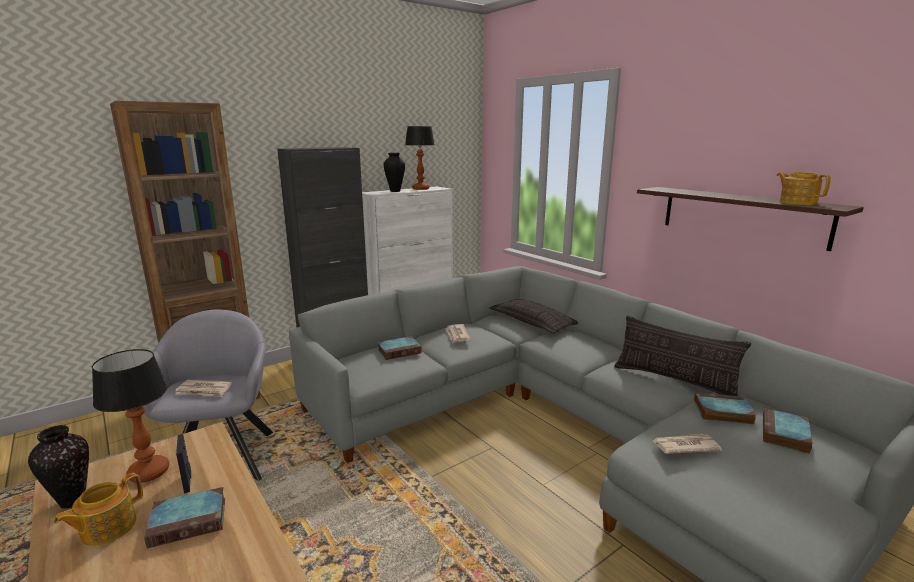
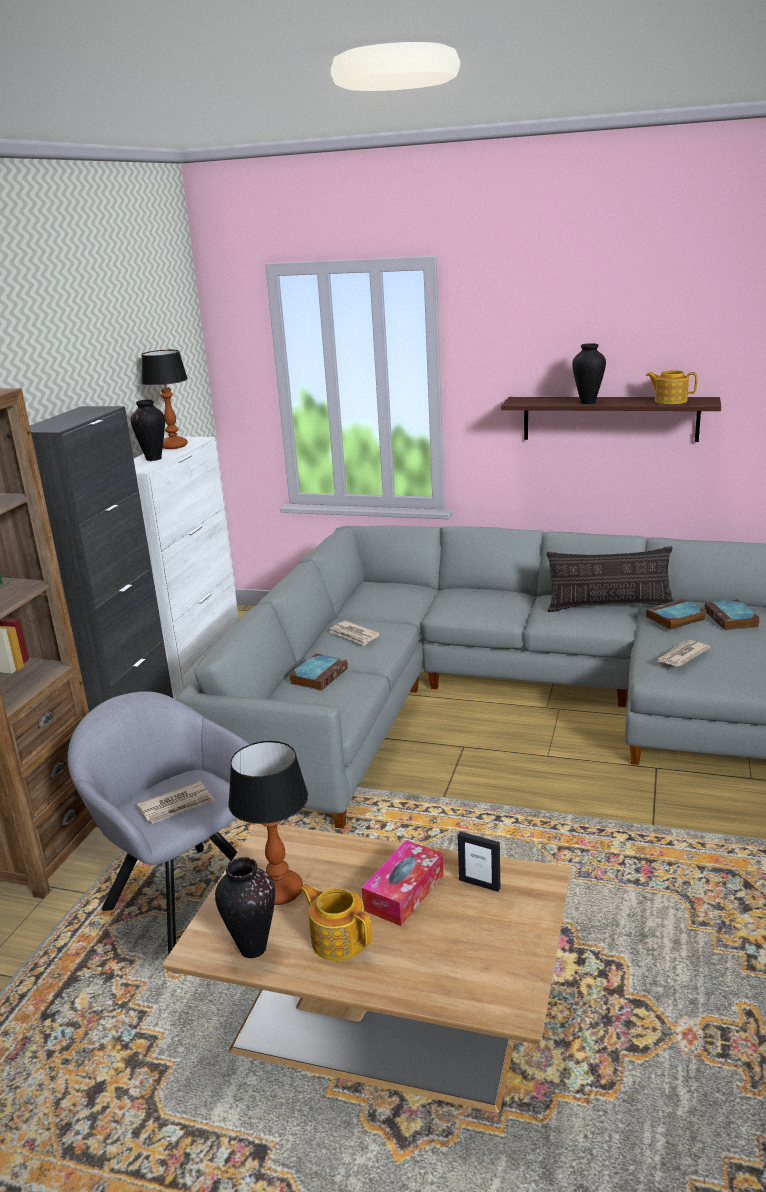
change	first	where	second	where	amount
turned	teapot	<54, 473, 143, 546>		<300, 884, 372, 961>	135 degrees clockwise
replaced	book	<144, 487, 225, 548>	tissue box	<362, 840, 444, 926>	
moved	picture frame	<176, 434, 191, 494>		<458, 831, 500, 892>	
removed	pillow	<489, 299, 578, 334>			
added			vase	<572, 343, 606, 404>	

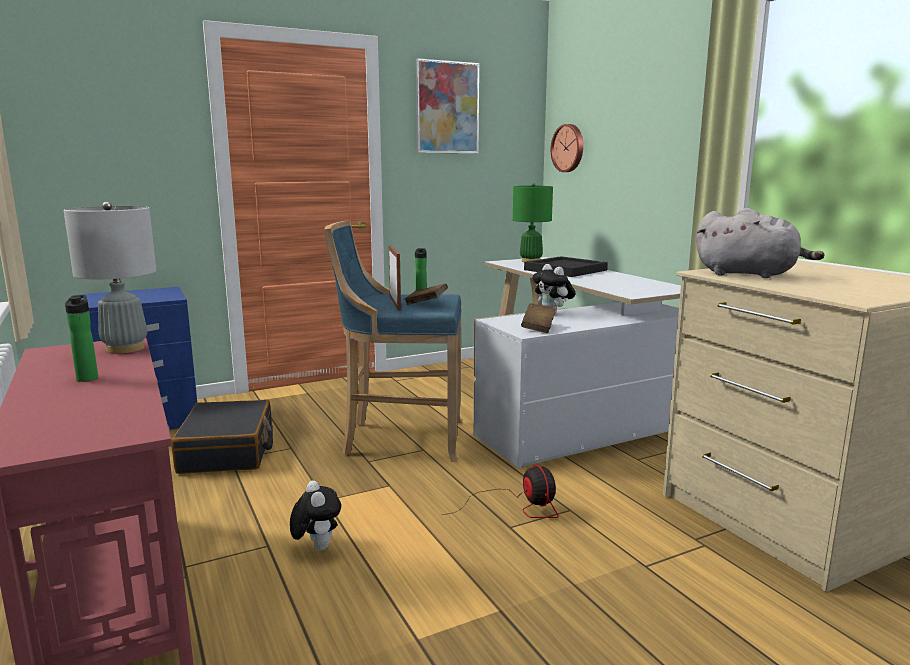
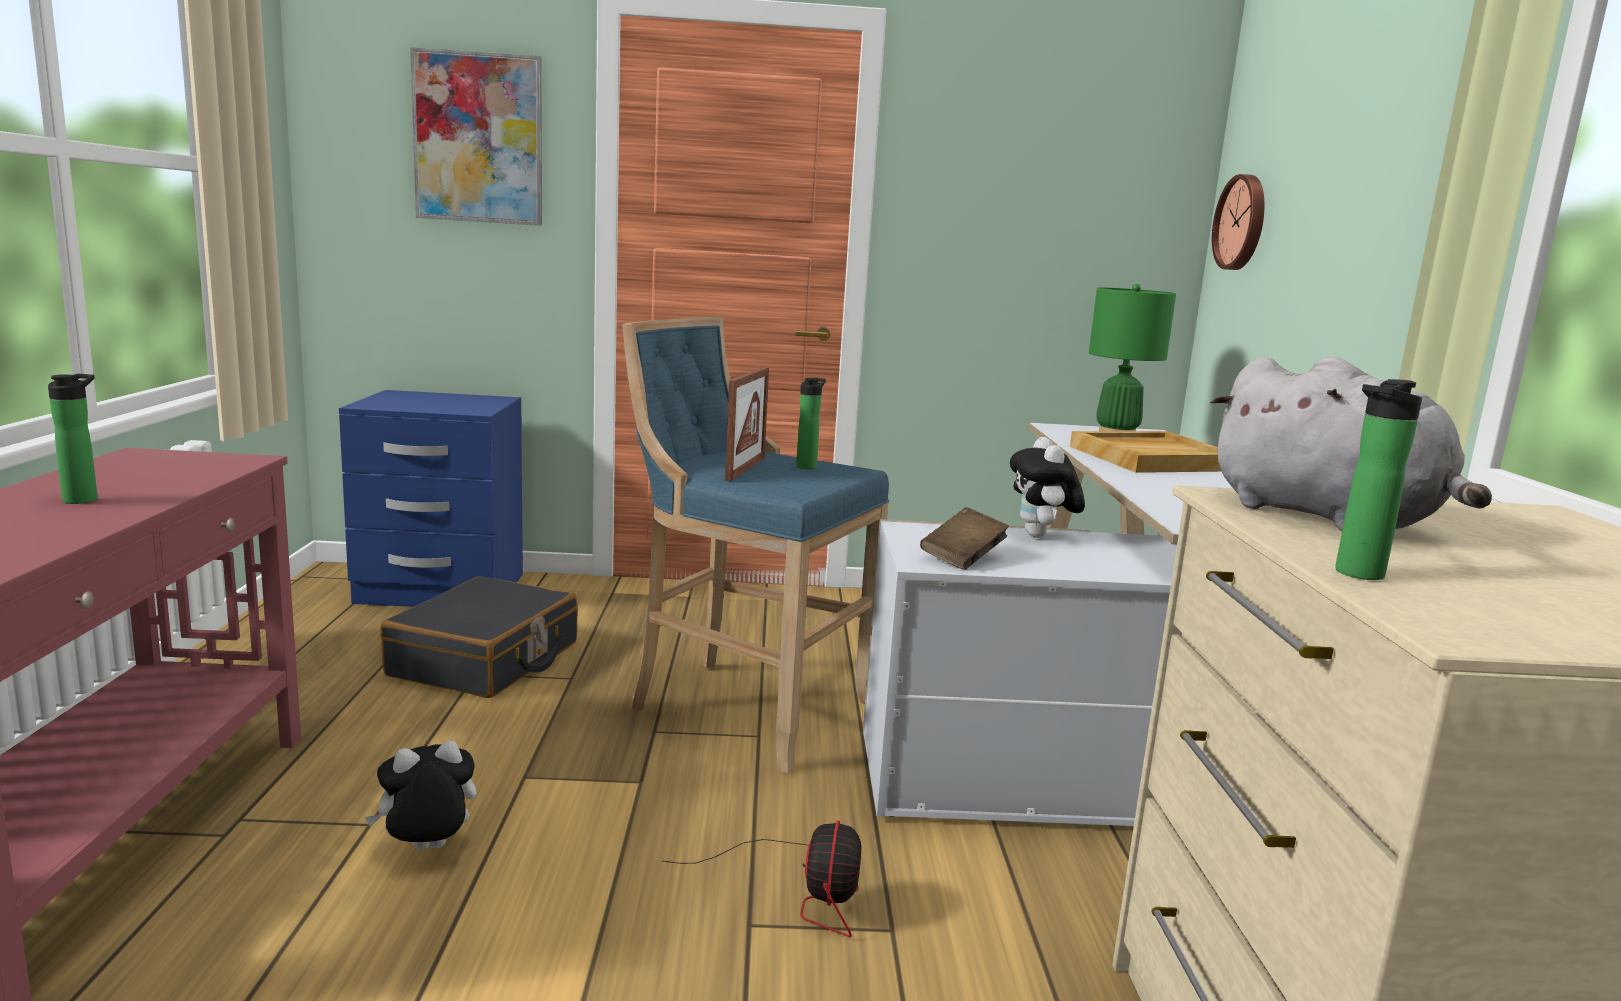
change	first	where	second	where	amount
removed	grey table lamp	<64, 202, 156, 354>			
turned	plush toy	<290, 480, 341, 551>		<365, 740, 477, 850>	120 degrees counterclockwise
removed	brown book	<404, 283, 448, 305>			
moved	picture	<416, 58, 479, 153>		<410, 47, 542, 226>	
recoloured	black tray	<524, 256, 608, 277>	beige tray	<1070, 431, 1222, 473>	
added			bottle	<1335, 379, 1422, 580>	

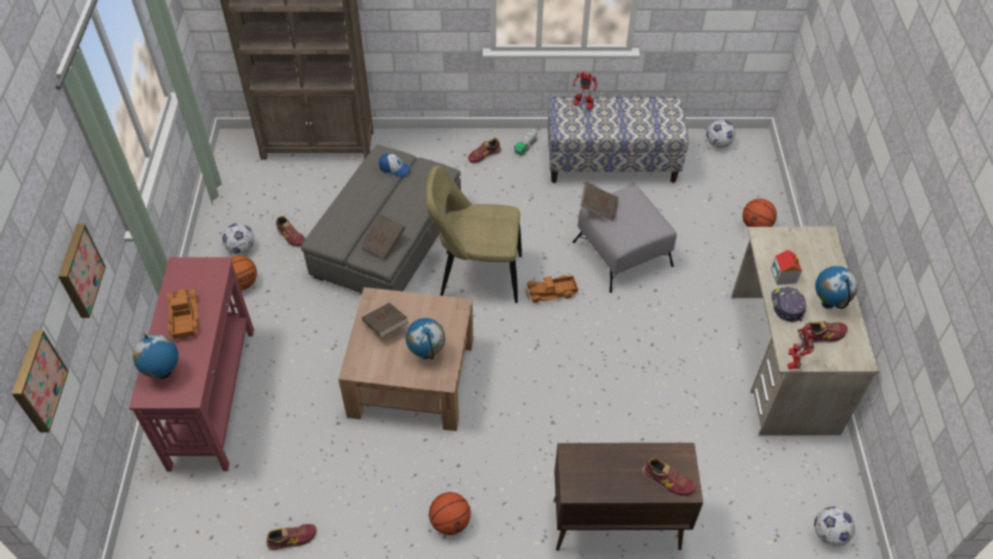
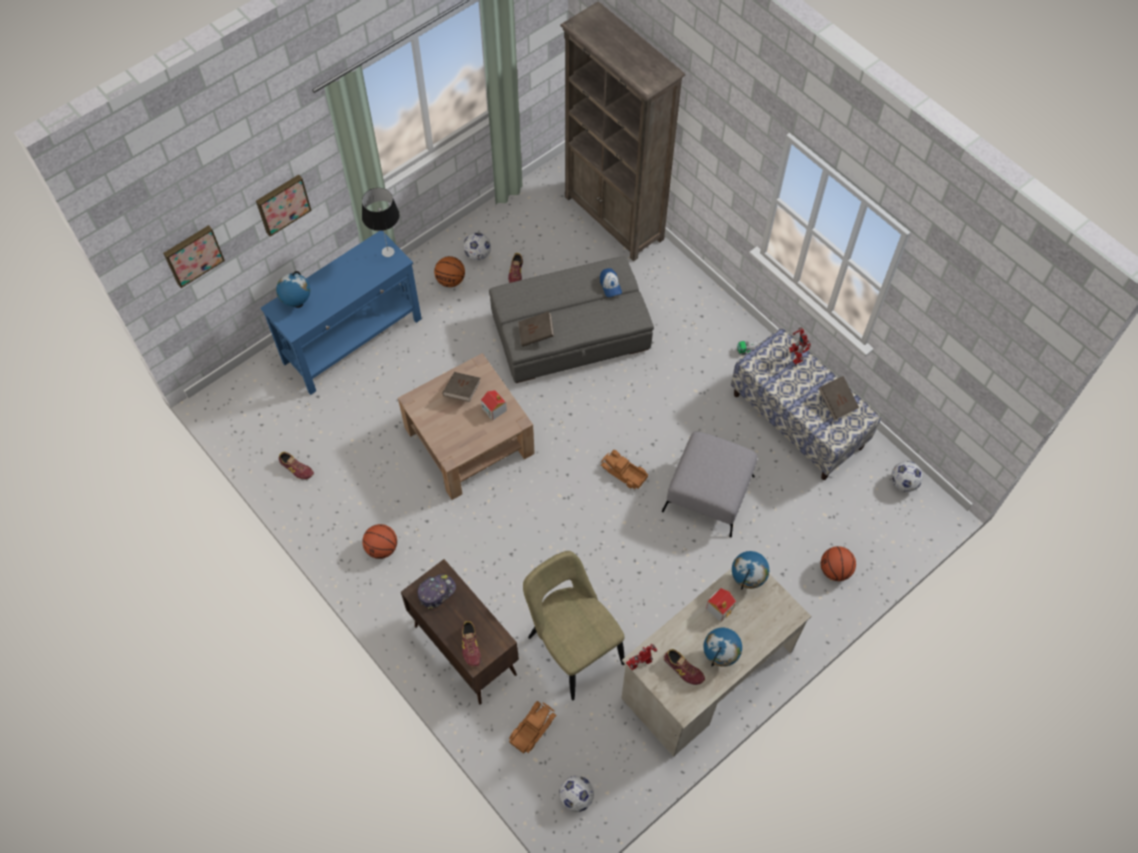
change	first	where	second	where	amount
recoloured	red console table	<129, 257, 254, 471>	blue console table	<261, 231, 422, 395>	
moved	toy truck	<167, 289, 199, 339>		<509, 701, 557, 754>	
moved	globe	<406, 318, 445, 359>		<732, 551, 769, 590>	
moved	beige chair	<425, 166, 522, 303>		<523, 551, 625, 700>	
removed	shoe	<468, 138, 501, 164>			
moved	brown book	<580, 183, 619, 221>		<819, 376, 859, 420>	
moved	cap	<771, 287, 806, 323>		<417, 574, 456, 610>	
added			table lamp	<362, 188, 400, 257>	
added			toy house	<481, 390, 507, 421>	

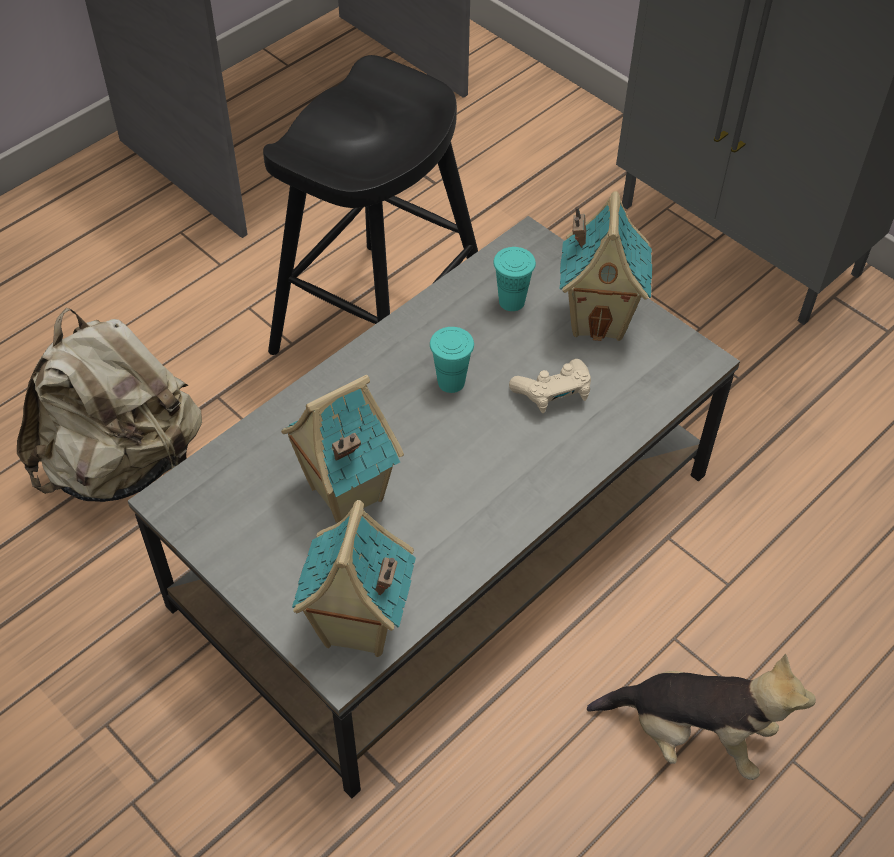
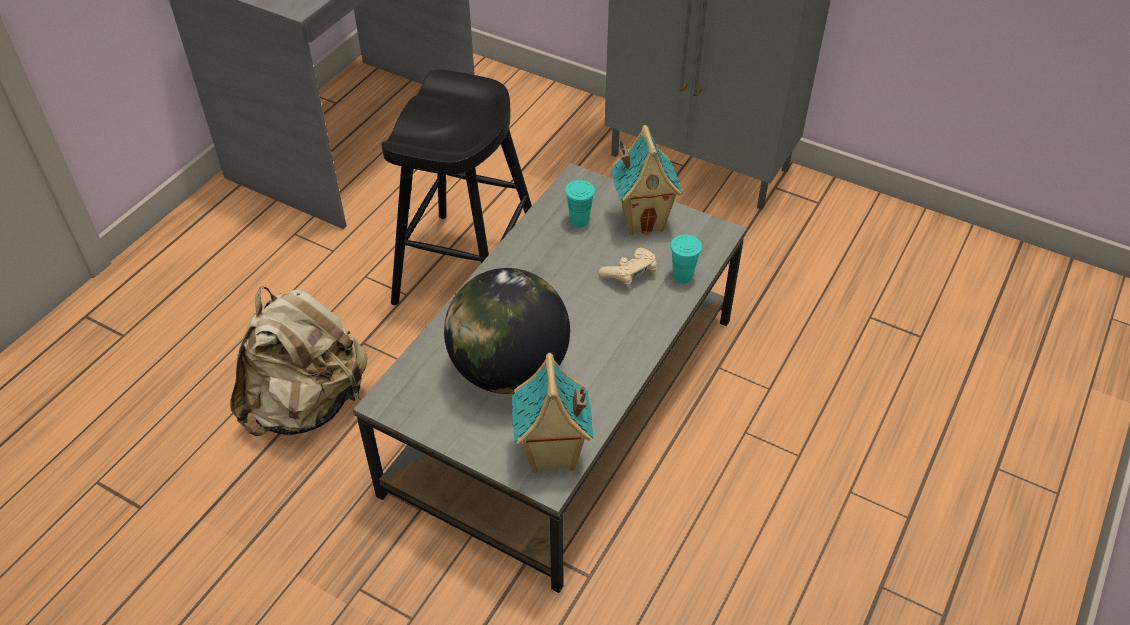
change	first	where	second	where	amount
replaced	toy house	<281, 375, 404, 523>	globe	<444, 268, 570, 394>	
moved	turquoise cup	<430, 327, 474, 393>		<670, 235, 702, 283>	
removed	plush toy	<587, 654, 816, 780>			

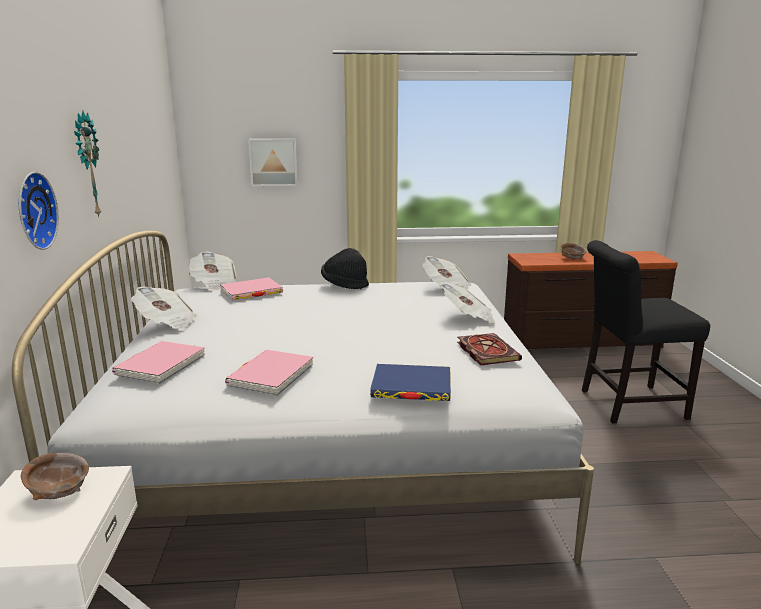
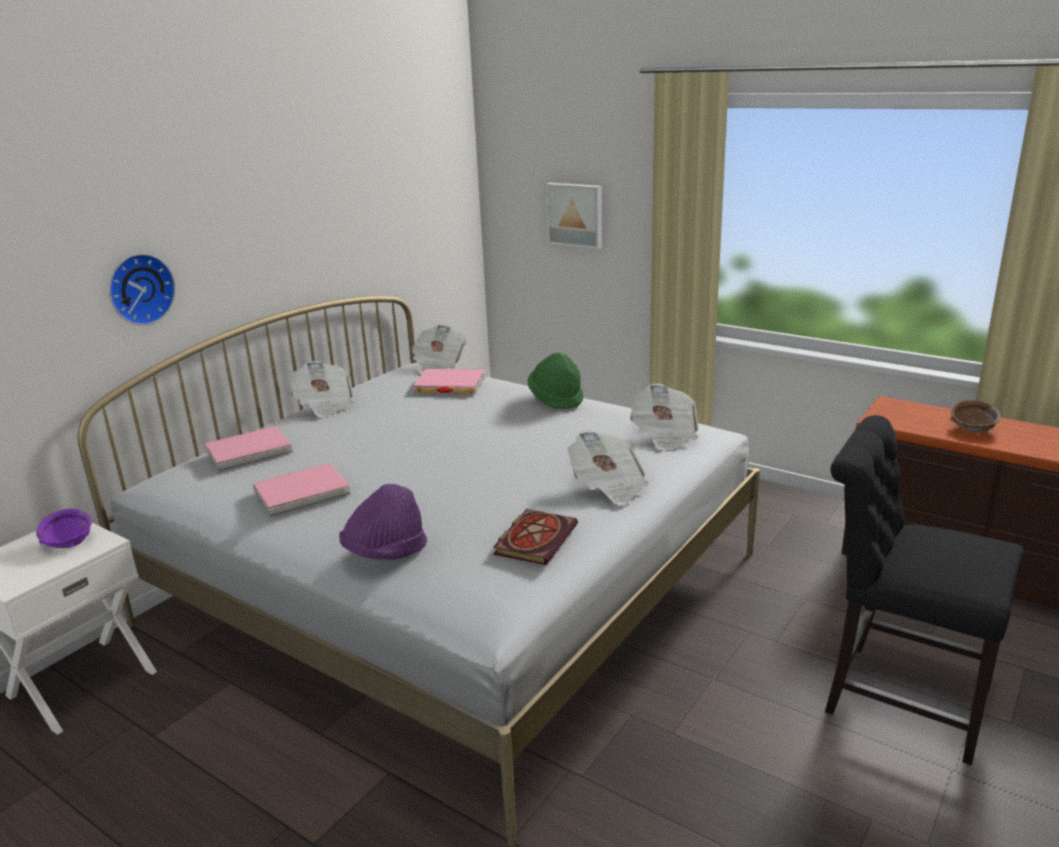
change	first	where	second	where	amount
recoloured	brown bowl	<21, 453, 89, 500>	purple bowl	<36, 509, 92, 548>	
removed	wall clock	<74, 111, 101, 217>			
recoloured	black hat	<321, 248, 369, 289>	green hat	<528, 353, 583, 409>	
replaced	blue book	<370, 364, 451, 401>	purple hat	<339, 484, 427, 560>	

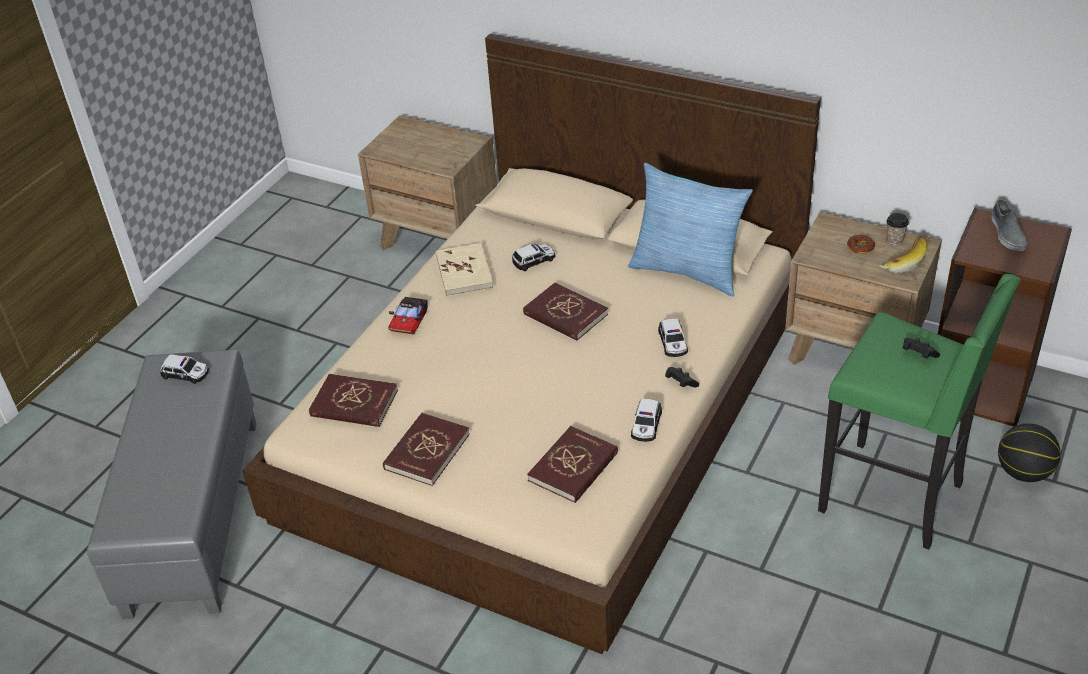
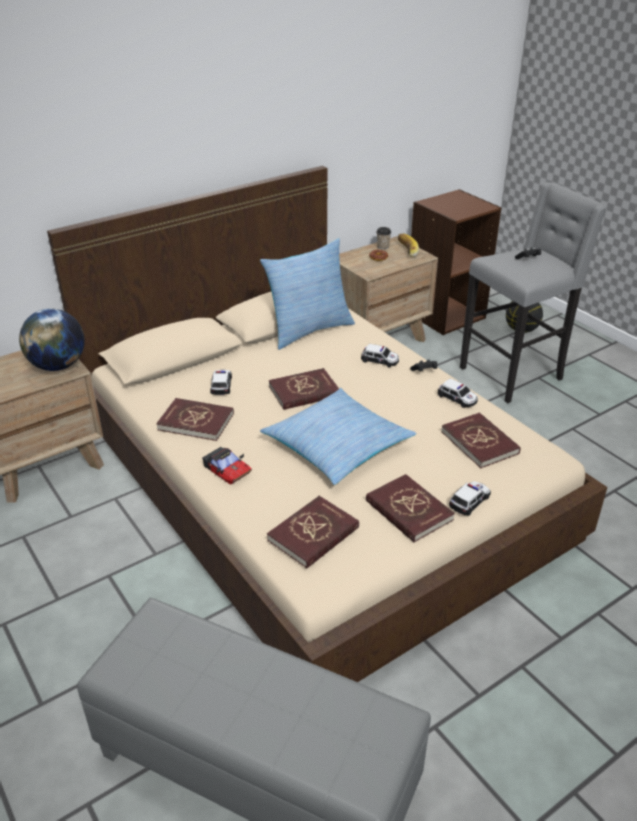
change	first	where	second	where	amount
moved	toy car	<160, 354, 209, 384>		<449, 481, 491, 516>	
recoloured	beige book	<436, 243, 494, 297>	red book	<156, 398, 234, 441>	
recoloured	green stool	<818, 274, 1021, 550>	grey stool	<460, 182, 606, 403>	
removed	grey shoe	<991, 199, 1027, 251>			
added			globe	<19, 308, 85, 371>	
added			pillow	<260, 388, 416, 485>	

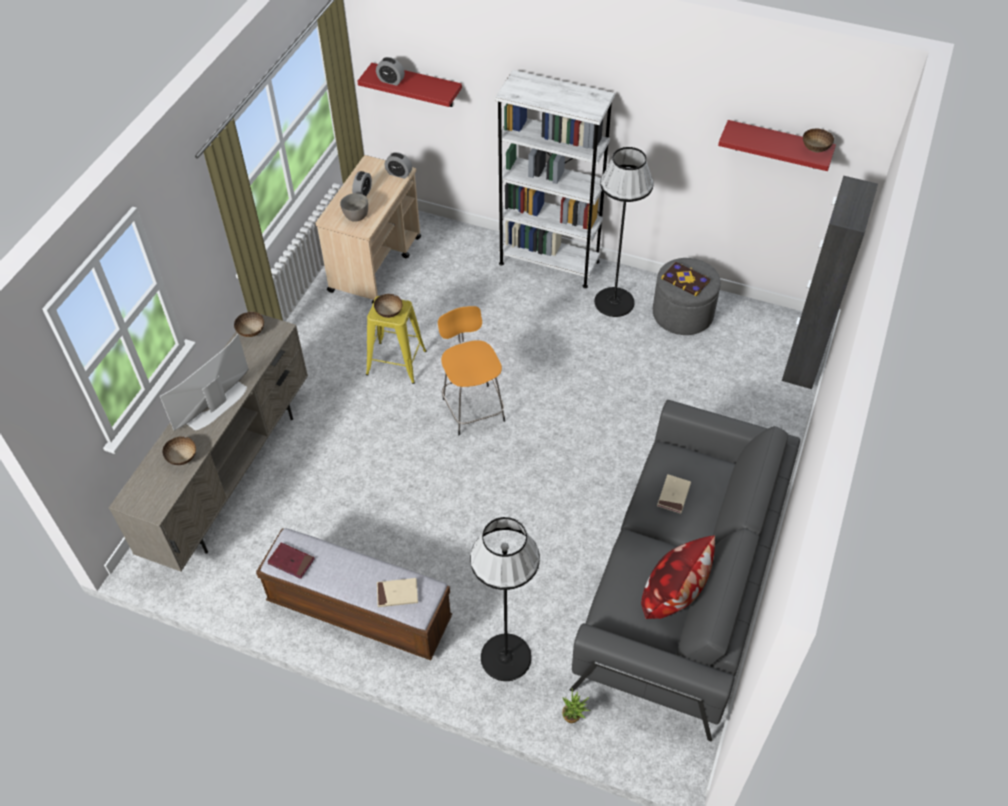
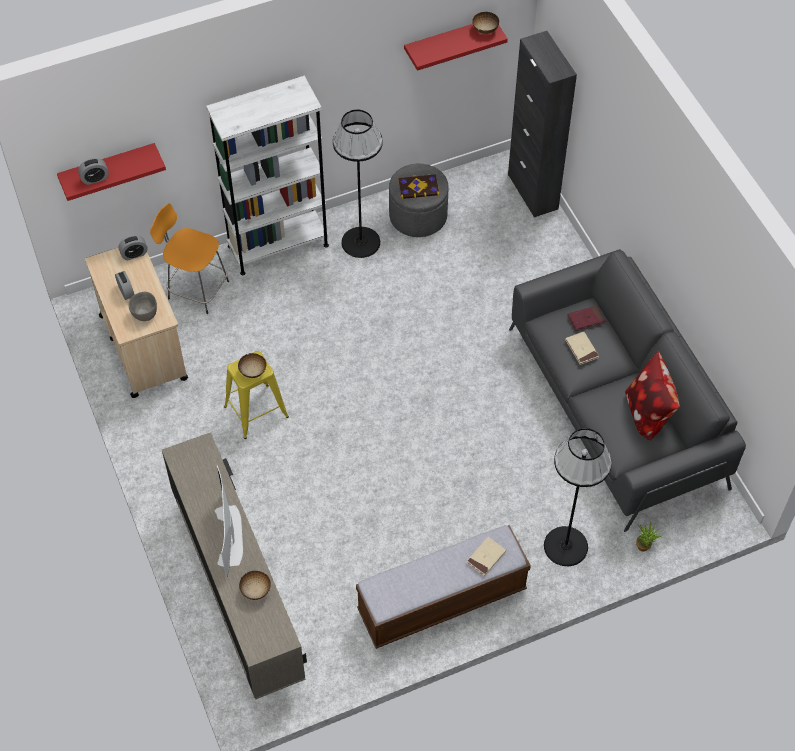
change	first	where	second	where	amount
removed	bowl	<234, 312, 264, 337>			
moved	red book	<267, 542, 315, 579>		<568, 306, 605, 331>	
moved	orange stool	<438, 306, 505, 435>		<150, 203, 229, 314>	

